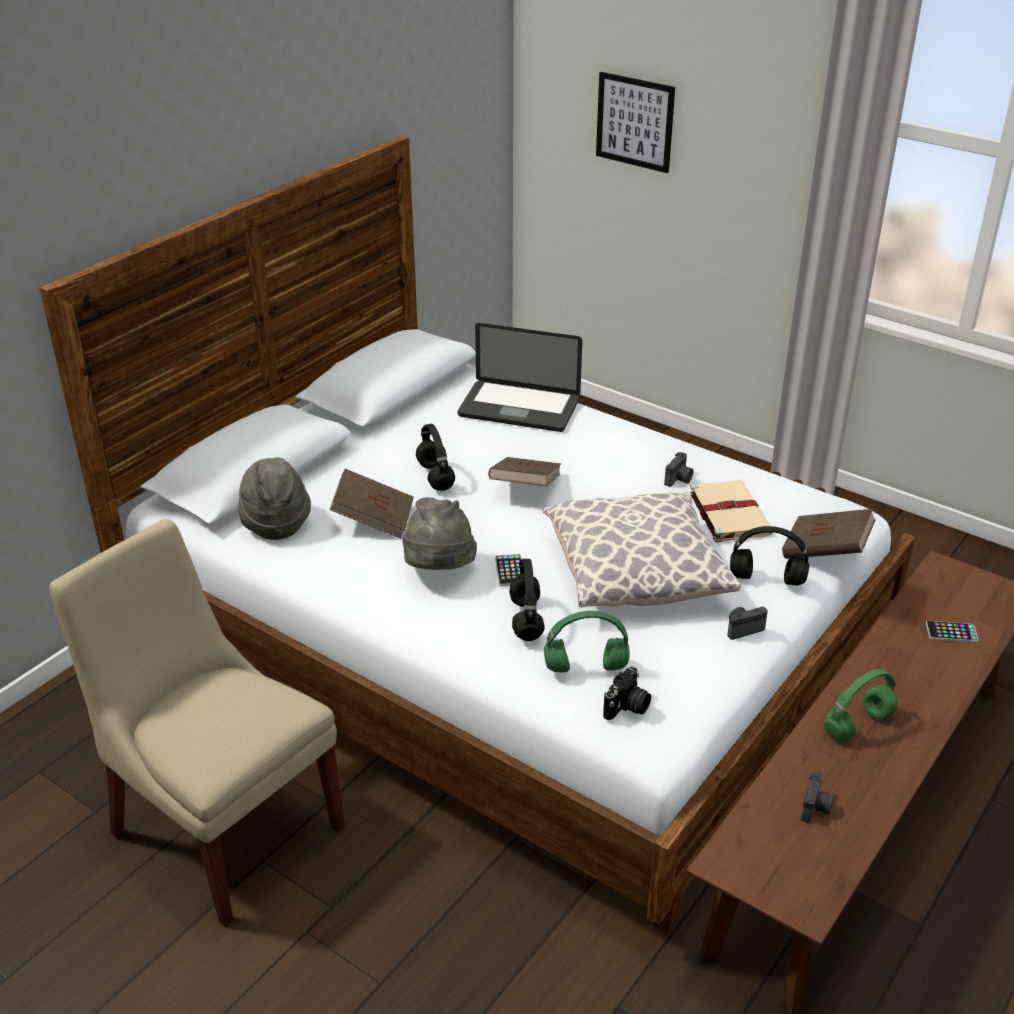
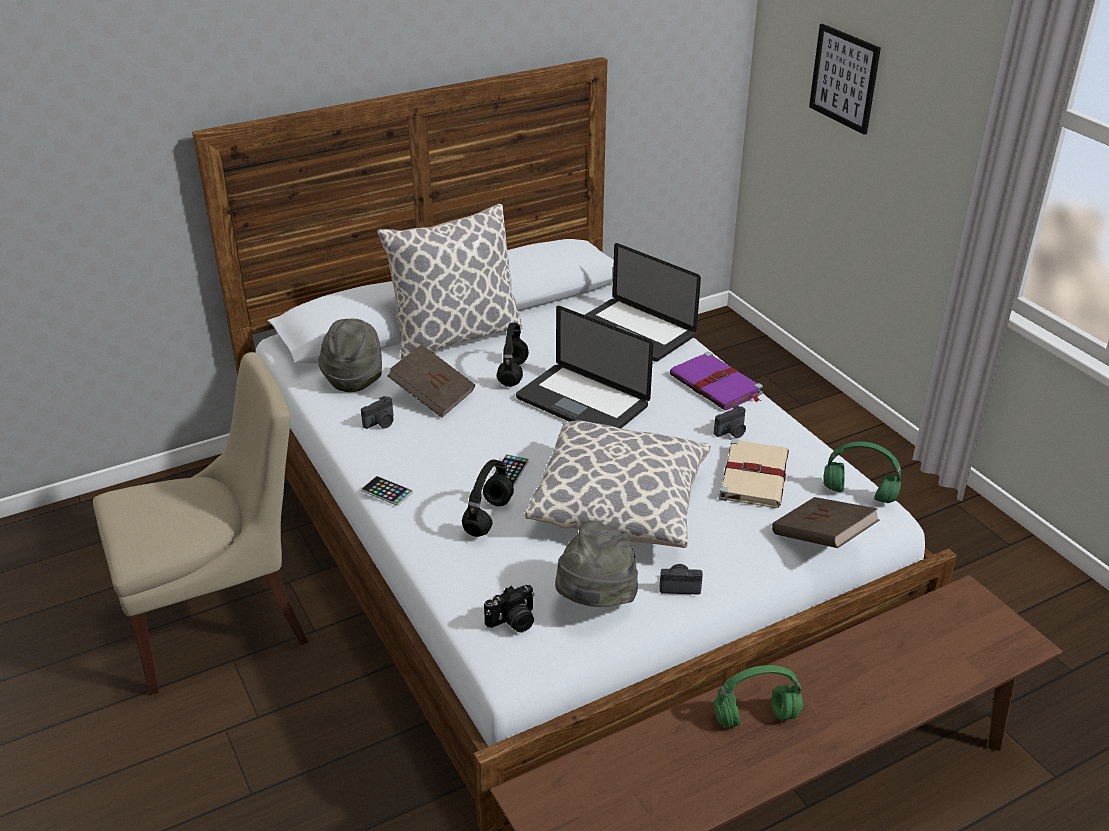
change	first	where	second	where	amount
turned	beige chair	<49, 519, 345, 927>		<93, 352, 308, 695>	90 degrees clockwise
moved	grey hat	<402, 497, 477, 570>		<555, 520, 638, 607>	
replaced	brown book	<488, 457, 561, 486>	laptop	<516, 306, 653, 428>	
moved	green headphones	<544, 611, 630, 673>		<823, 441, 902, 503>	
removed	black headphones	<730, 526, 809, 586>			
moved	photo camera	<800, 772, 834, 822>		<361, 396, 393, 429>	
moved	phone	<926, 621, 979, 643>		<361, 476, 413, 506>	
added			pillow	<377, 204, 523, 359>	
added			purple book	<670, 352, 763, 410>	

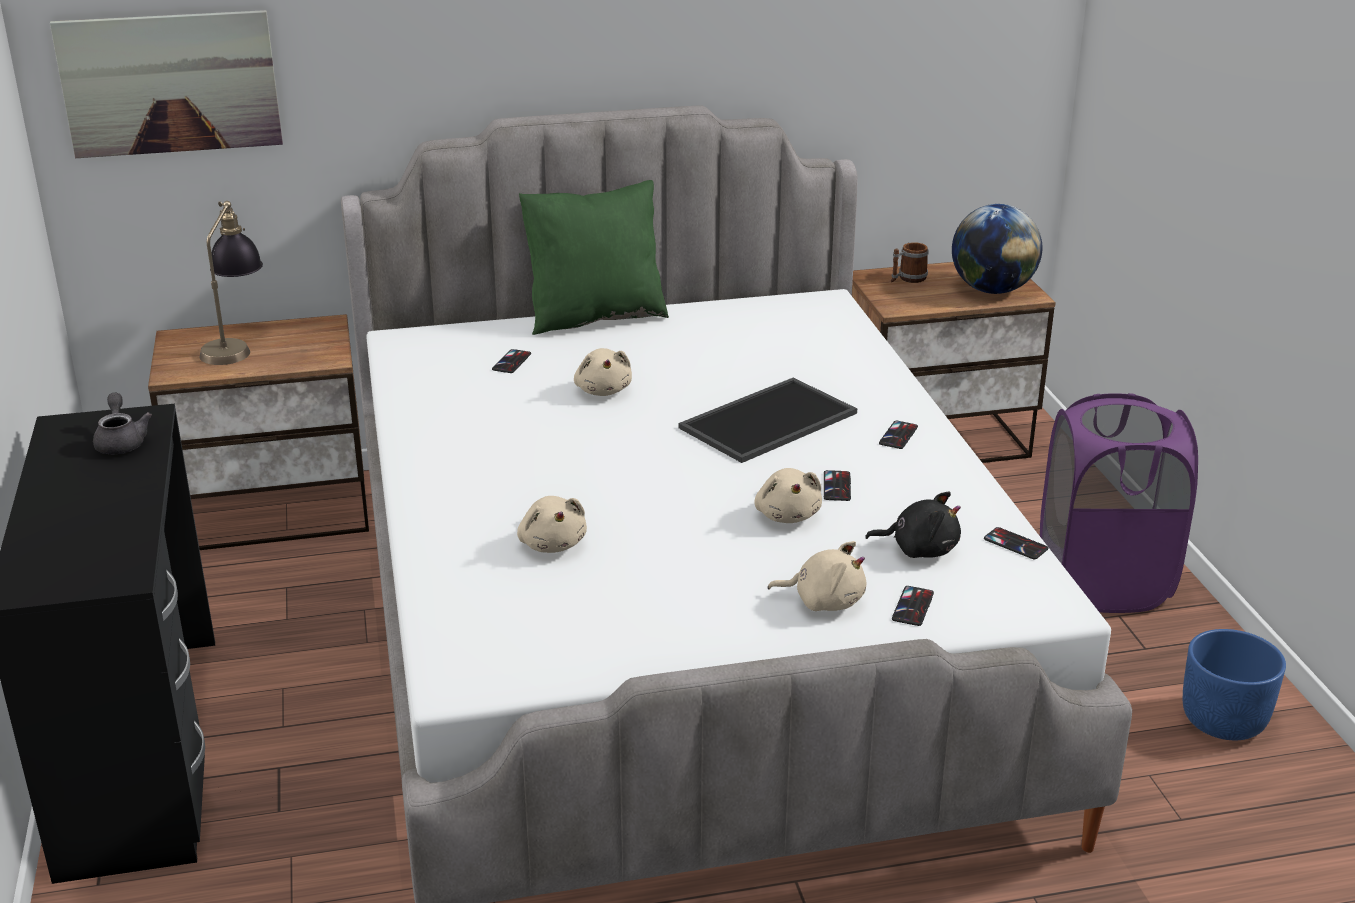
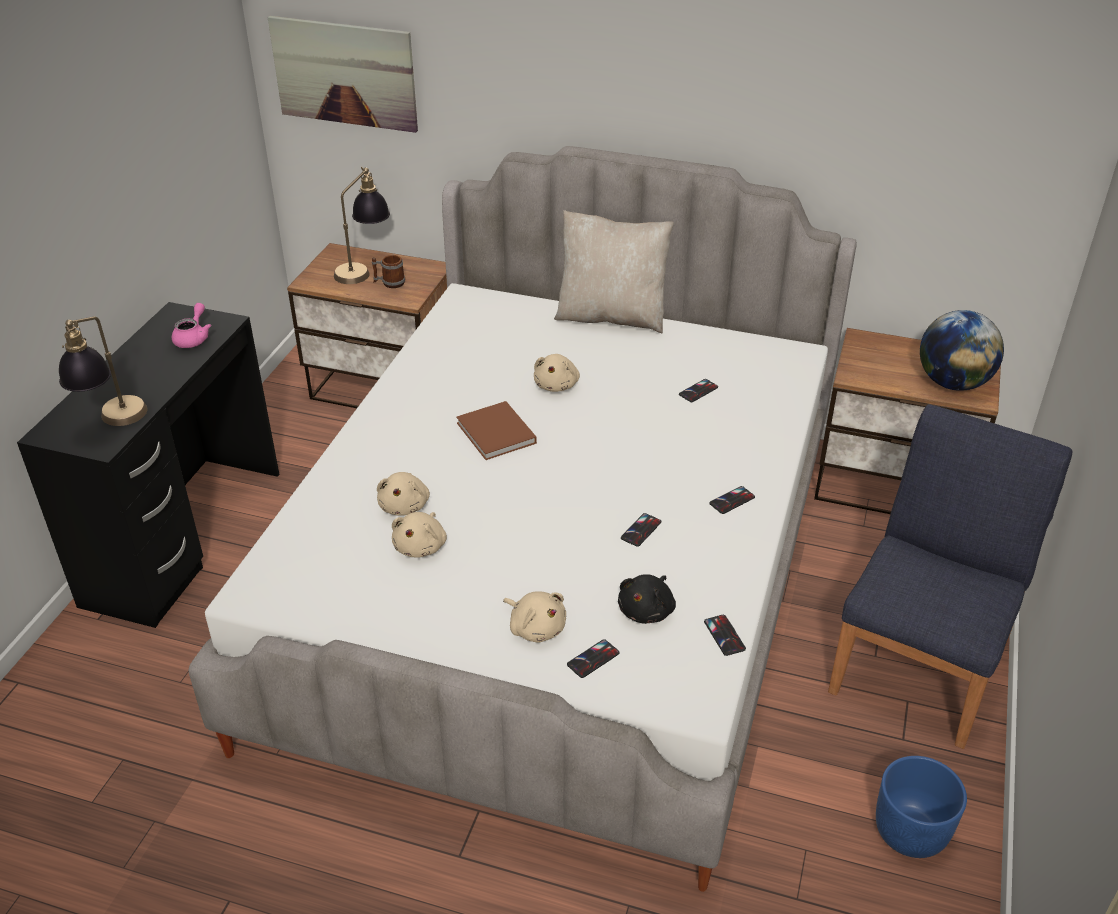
change	first	where	second	where	amount
recoloured	grey teapot	<93, 393, 152, 454>	pink teapot	<172, 303, 211, 348>	
moved	phone	<492, 349, 531, 373>		<679, 379, 718, 402>	
recoloured	green pillow	<519, 180, 669, 335>	beige pillow	<554, 210, 674, 333>	
removed	tray	<679, 378, 857, 463>			
moved	beige plush toy	<754, 468, 822, 523>		<392, 512, 447, 558>	
turned	black plush toy	<865, 492, 961, 558>		<618, 574, 676, 624>	75 degrees clockwise
moved	mug	<891, 242, 928, 283>		<372, 255, 405, 288>	
replaced	purple laundry basket	<1040, 393, 1198, 613>	blue chair	<828, 404, 1072, 749>	
added			table lamp	<59, 316, 148, 426>	
added			brown book	<457, 401, 537, 460>	

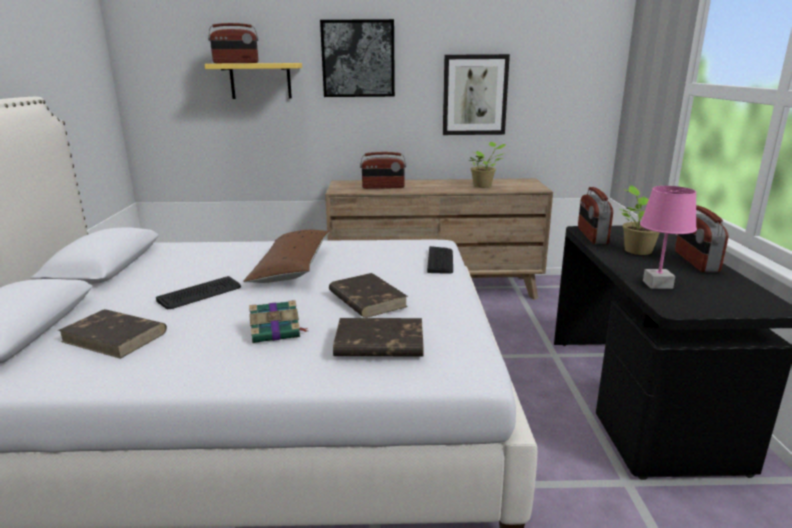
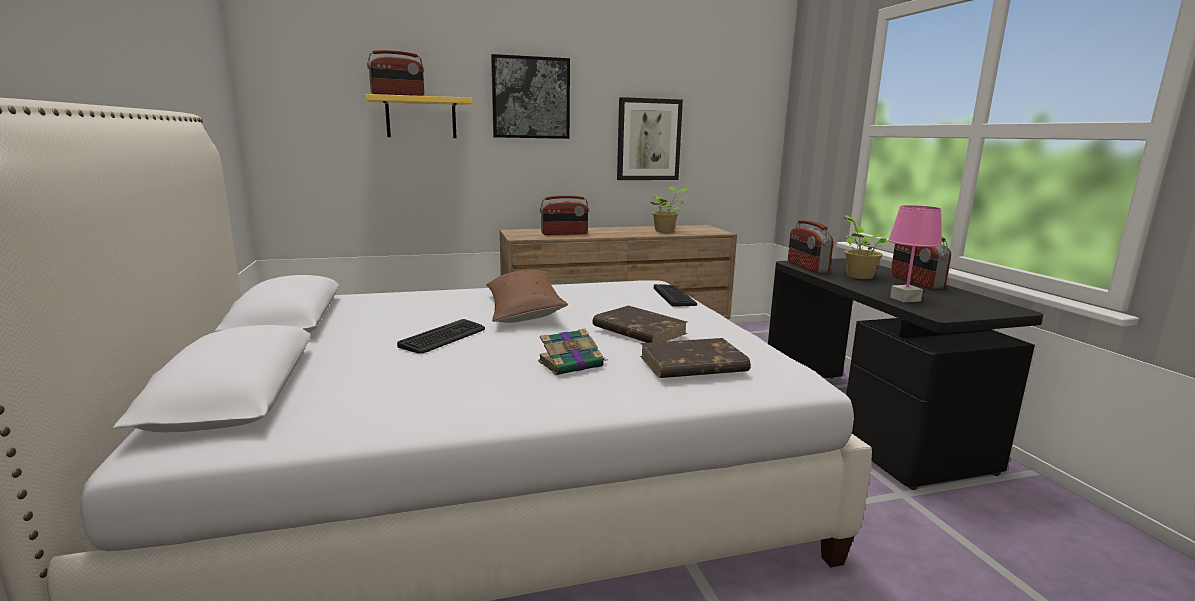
change	first	where	second	where	amount
removed	brown book	<58, 309, 167, 359>			

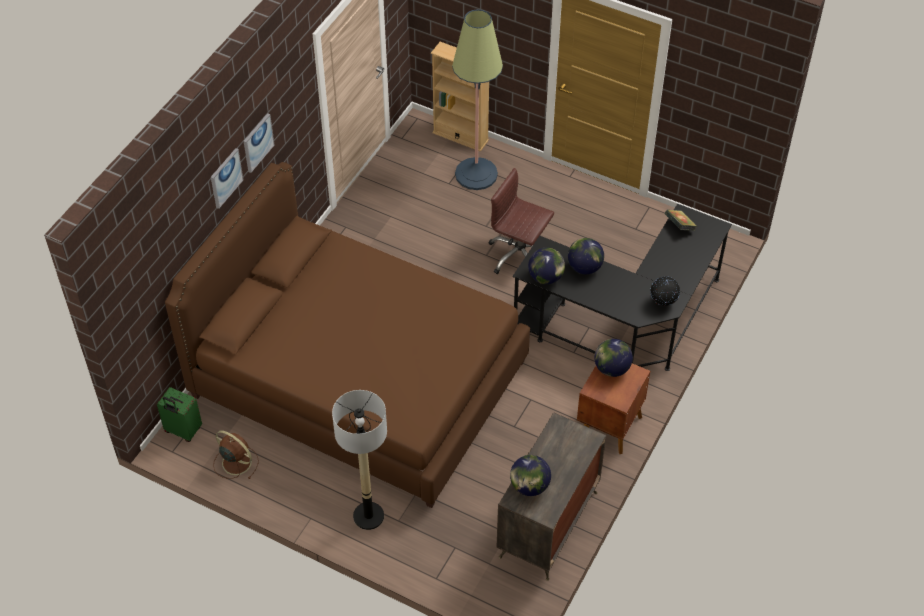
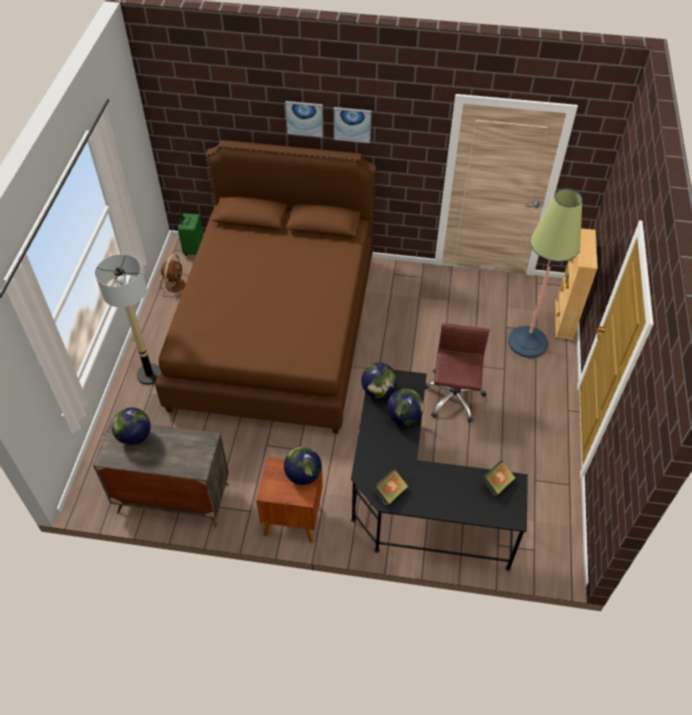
change	first	where	second	where	amount
replaced	globe	<650, 276, 680, 306>	book	<373, 469, 408, 505>	

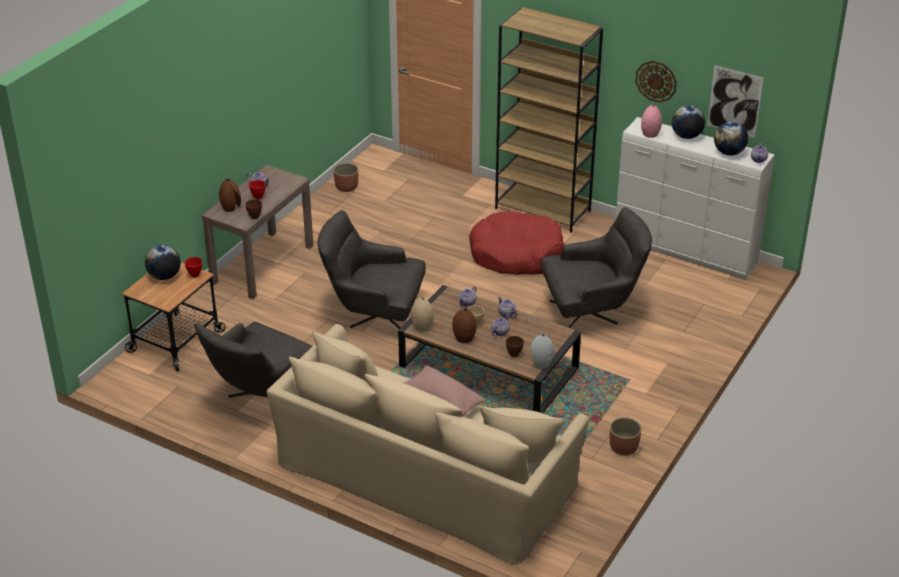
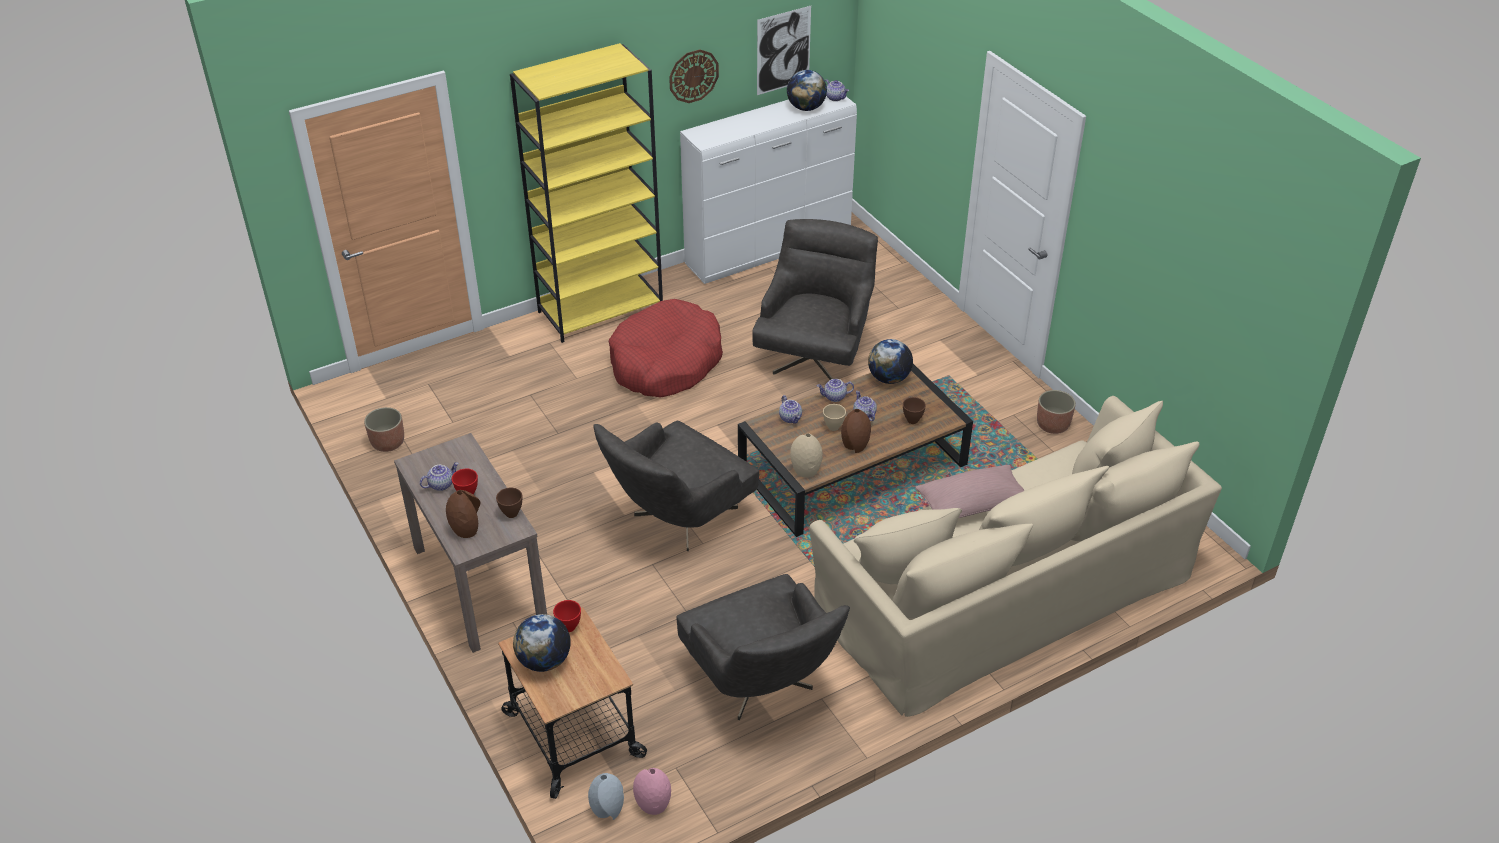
change	first	where	second	where	amount
recoloured	brown bookcase	<495, 7, 603, 233>	yellow bookcase	<510, 43, 663, 343>	
moved	grey vase	<531, 334, 554, 369>		<588, 773, 624, 820>	
moved	pink vase	<641, 104, 662, 138>		<633, 768, 671, 815>	
moved	globe	<672, 106, 705, 139>		<868, 339, 913, 384>	

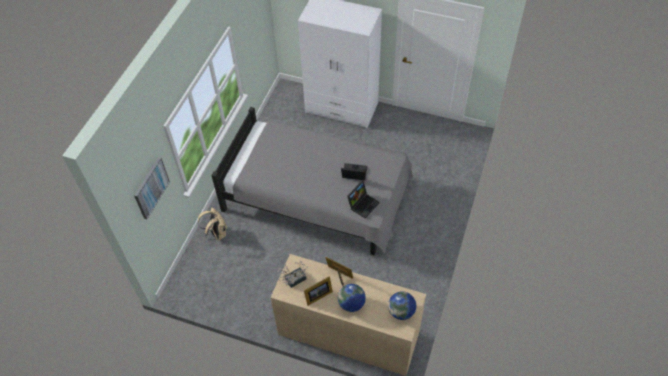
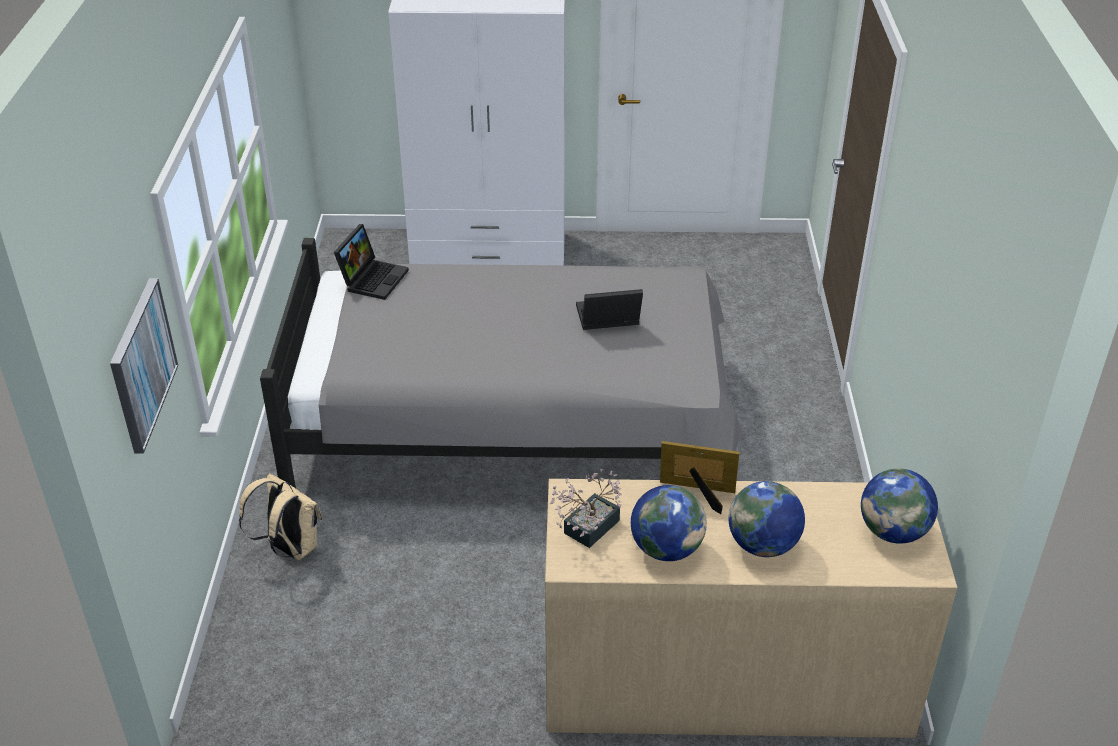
change	first	where	second	where	amount
replaced	picture frame	<304, 277, 333, 306>	globe	<631, 485, 707, 561>	
moved	laptop	<347, 181, 380, 218>		<334, 224, 409, 300>	

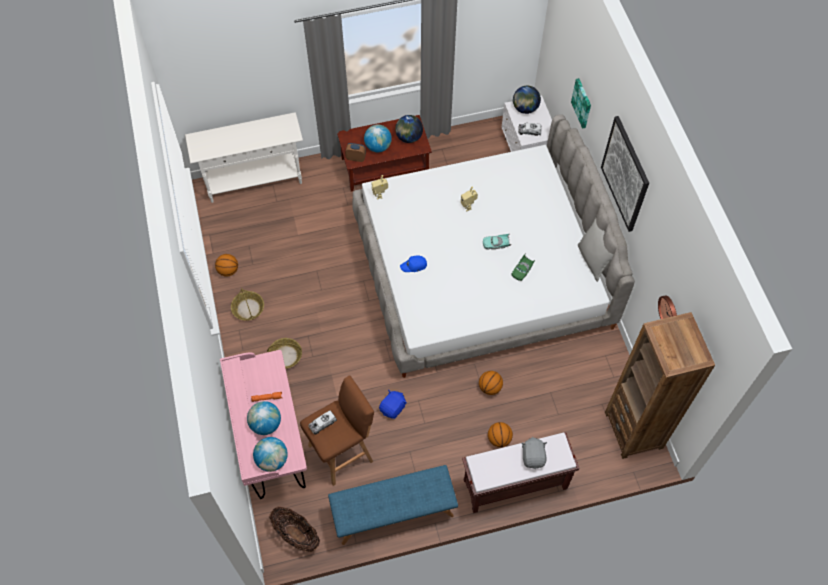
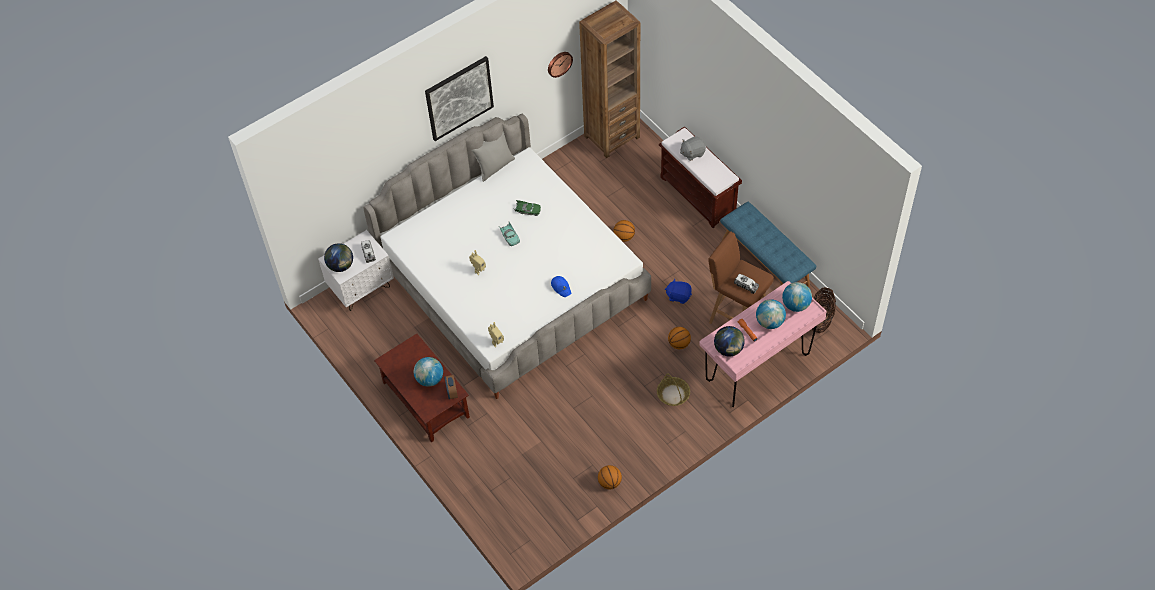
change	first	where	second	where	amount
removed	white console table	<185, 112, 303, 203>			
removed	basket	<231, 288, 264, 321>			
moved	globe	<395, 115, 423, 143>		<714, 326, 745, 357>	
moved	basketball	<488, 422, 513, 447>		<668, 327, 691, 349>	
removed	picture	<571, 78, 591, 129>			

